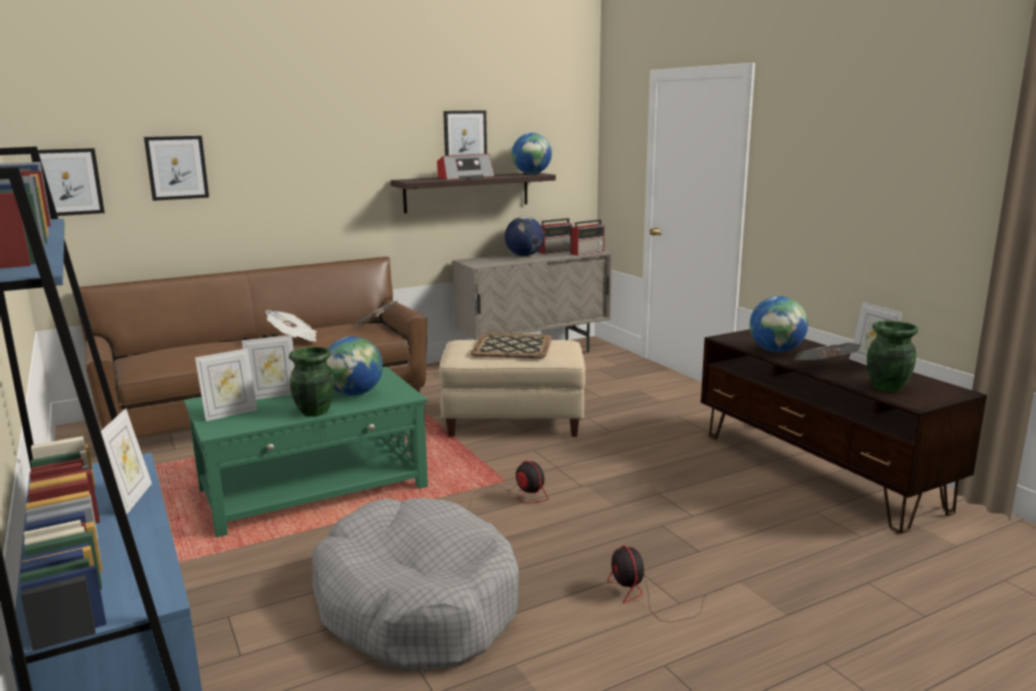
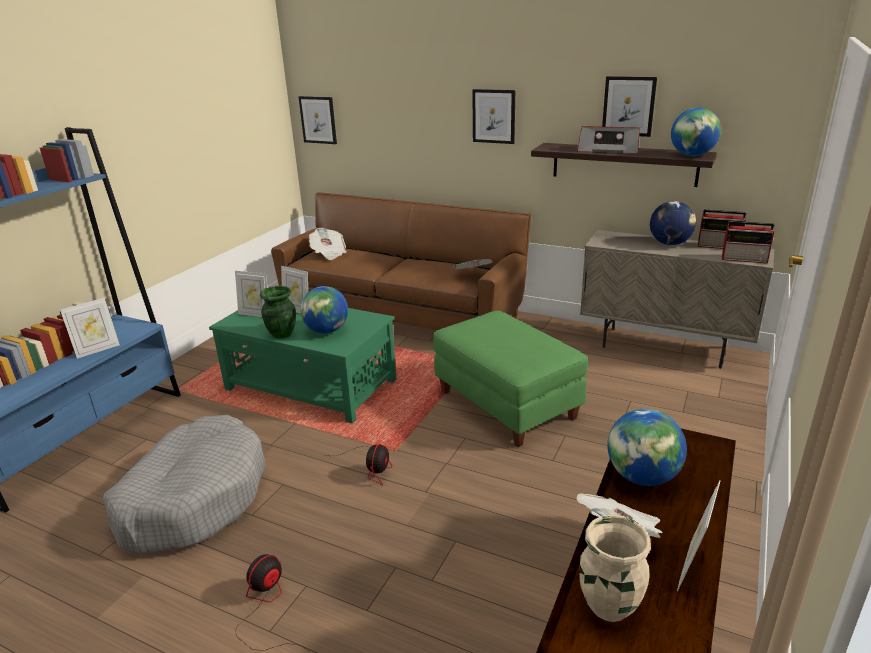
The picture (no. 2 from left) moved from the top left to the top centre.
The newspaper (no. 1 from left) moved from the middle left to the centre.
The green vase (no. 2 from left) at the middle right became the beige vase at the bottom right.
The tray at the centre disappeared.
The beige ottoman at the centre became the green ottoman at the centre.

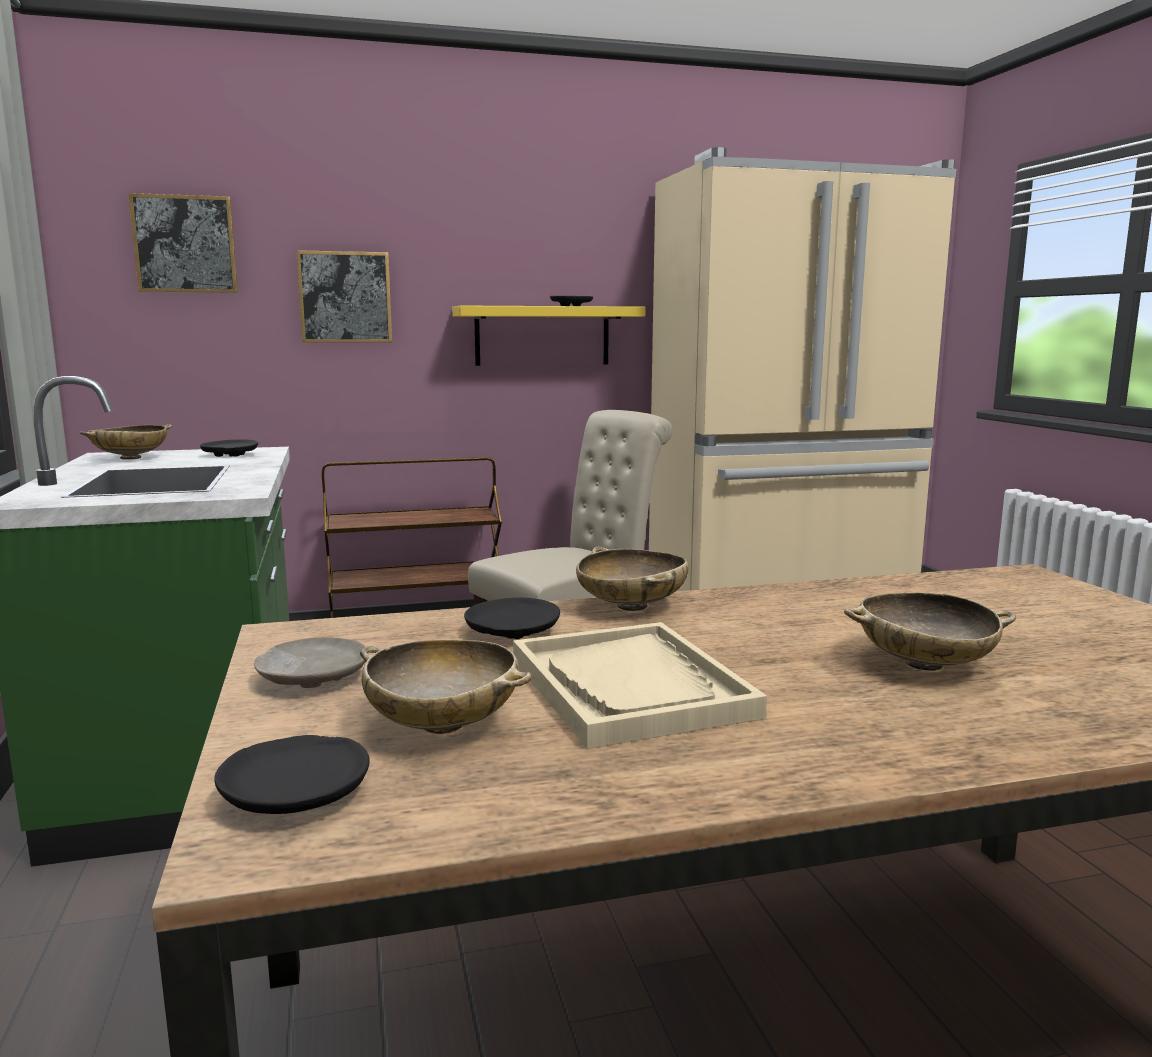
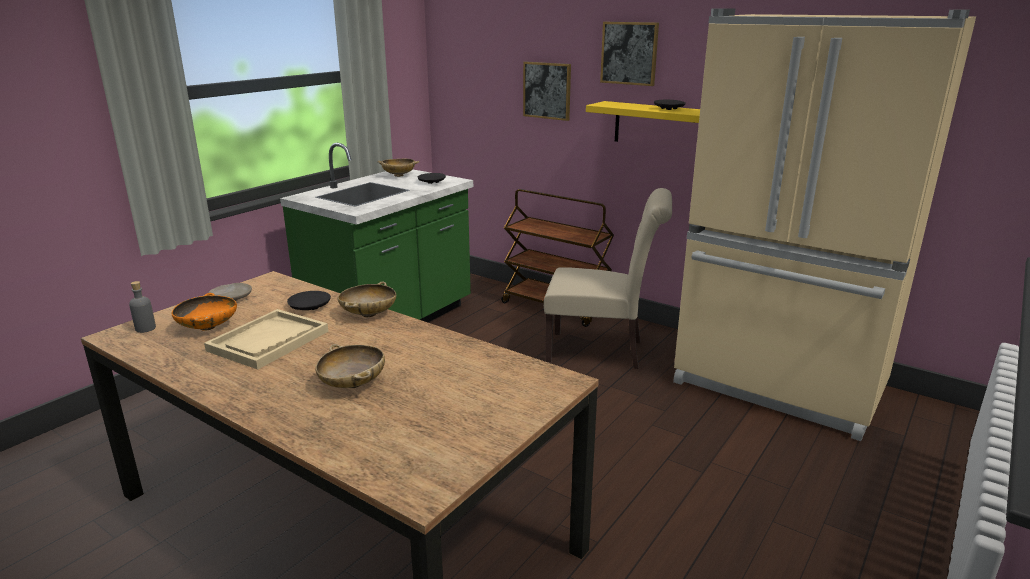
The picture (no. 1 from left in the first image) moved from the top left to the top centre.
The beige bowl (no. 2 from left) at the centre became the orange bowl at the middle left.
The black plate (no. 2 from left) at the bottom left was replaced by the grey bottle at the middle left.

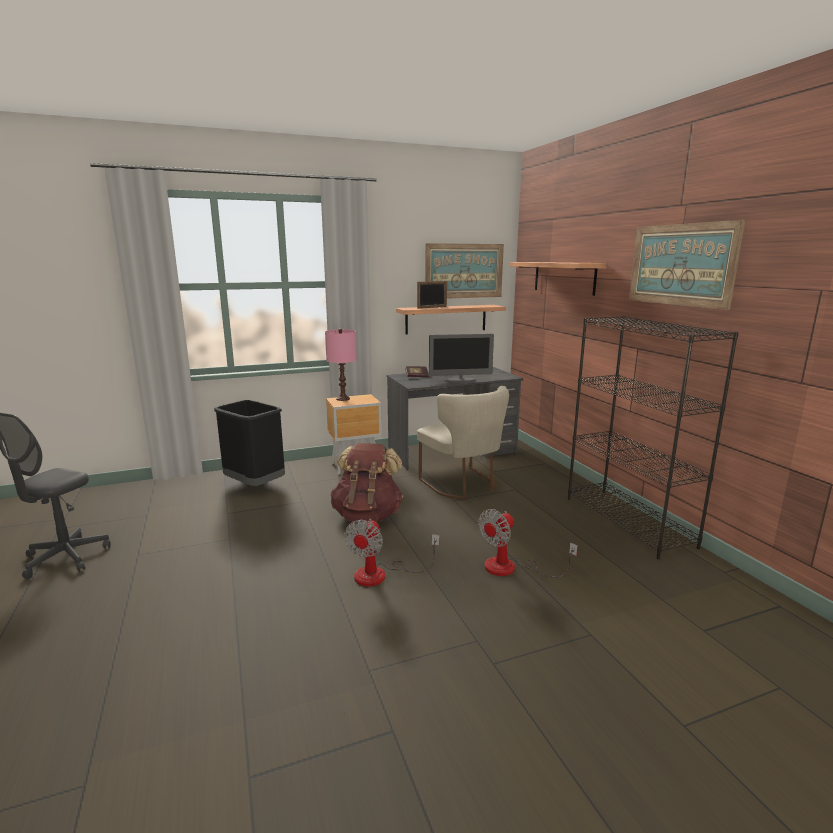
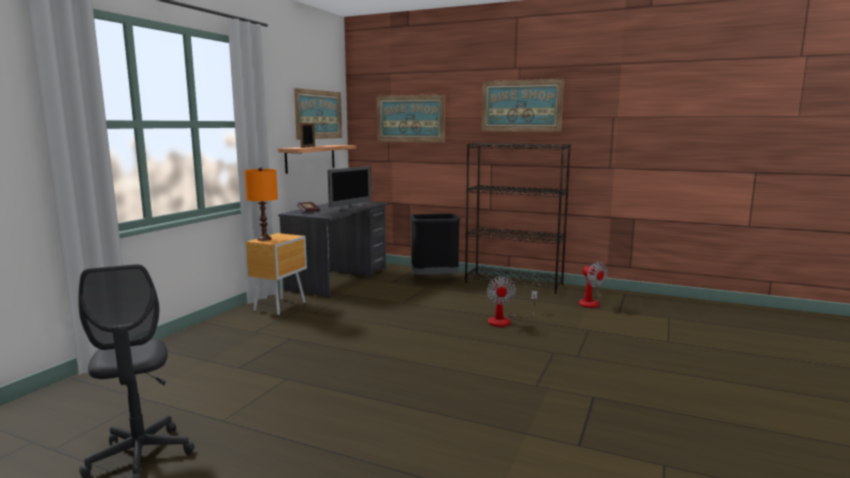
The shelf (no. 2 from left) at the middle right was replaced by the picture (no. 2 from left) at the top centre.
The pink table lamp at the centre became the orange table lamp at the middle left.
The beige chair at the centre disappeared.
The black trash can moved from the middle left to the centre.
The brown backpack at the centre disappeared.
The fan (no. 1 from left in the first image) moved from the centre to the middle right.

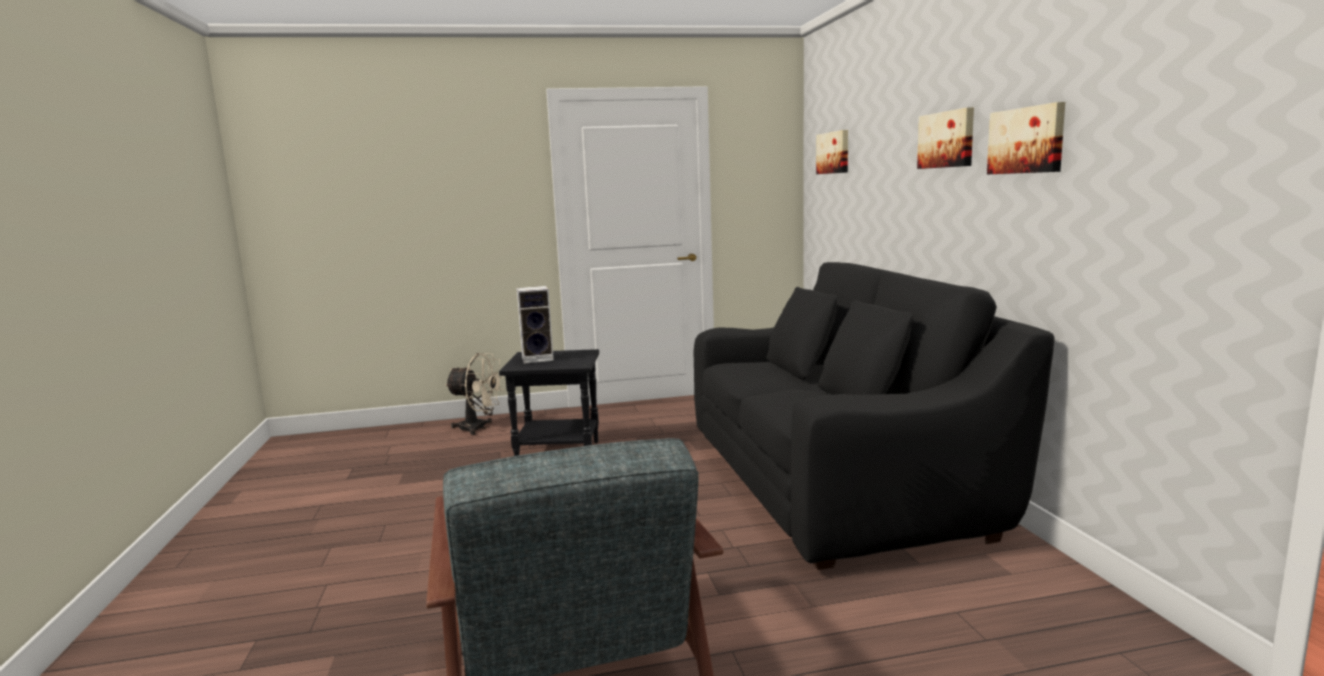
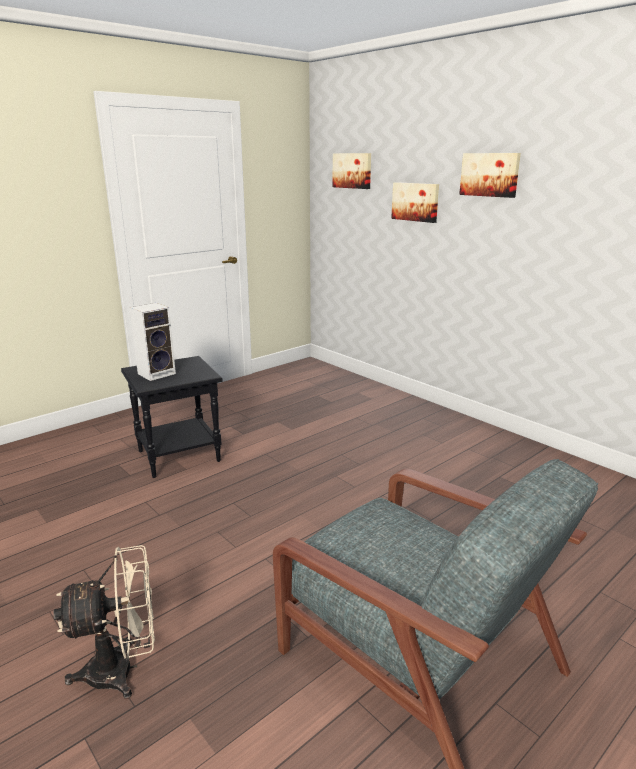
The picture (no. 3 from left in the first image) moved from the top right to the top centre.
The black sofa at the centre disappeared.
The beige fan moved from the centre to the bottom left.

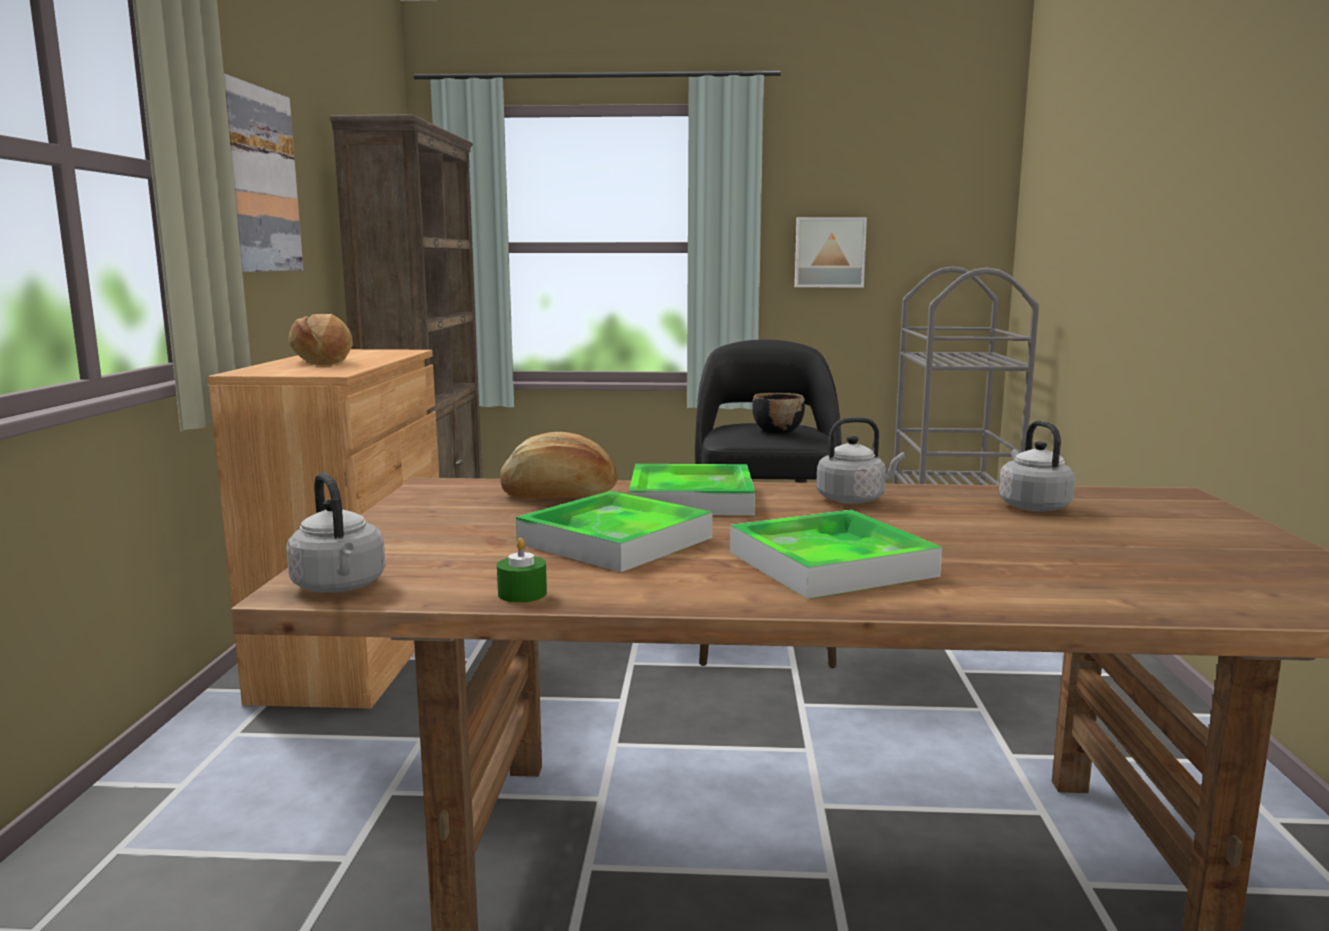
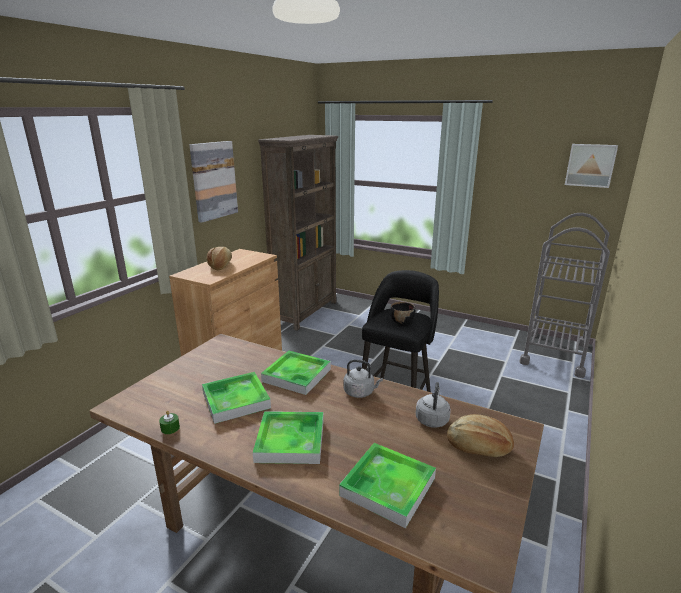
The picture (no. 2 from left) moved from the top centre to the top right.
The bread (no. 2 from left) moved from the centre to the bottom right.
The grey kettle (no. 1 from left) at the middle left disappeared.
The tray (no. 4 from left) at the bottom centre appeared.

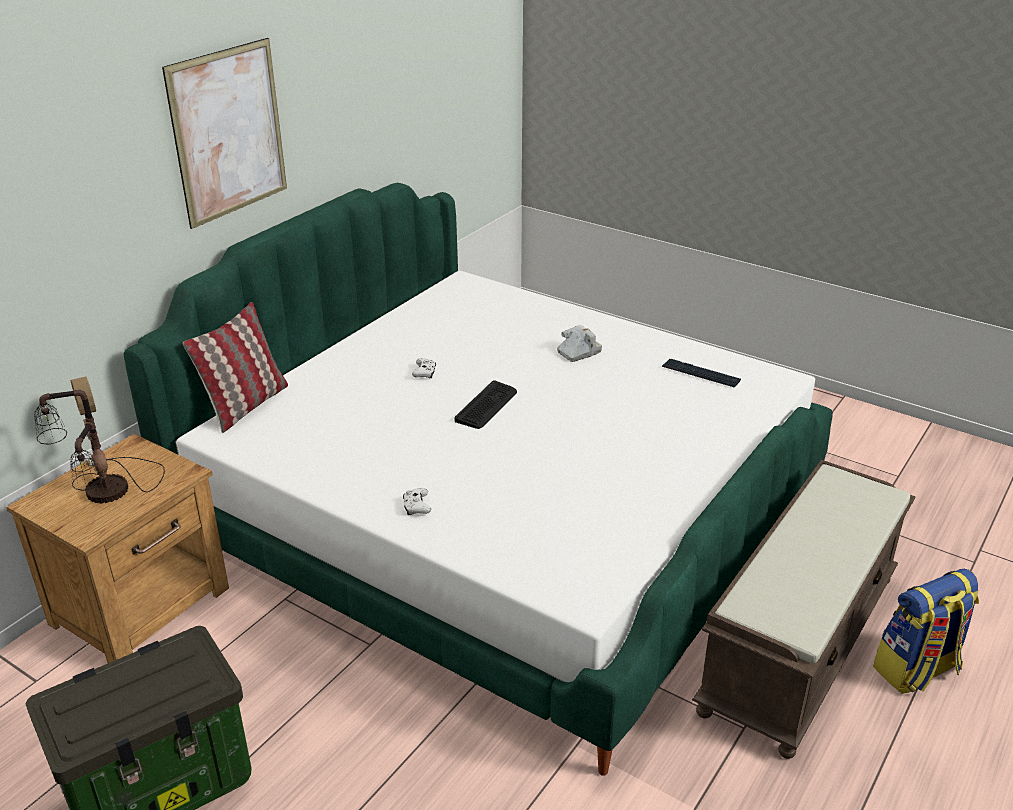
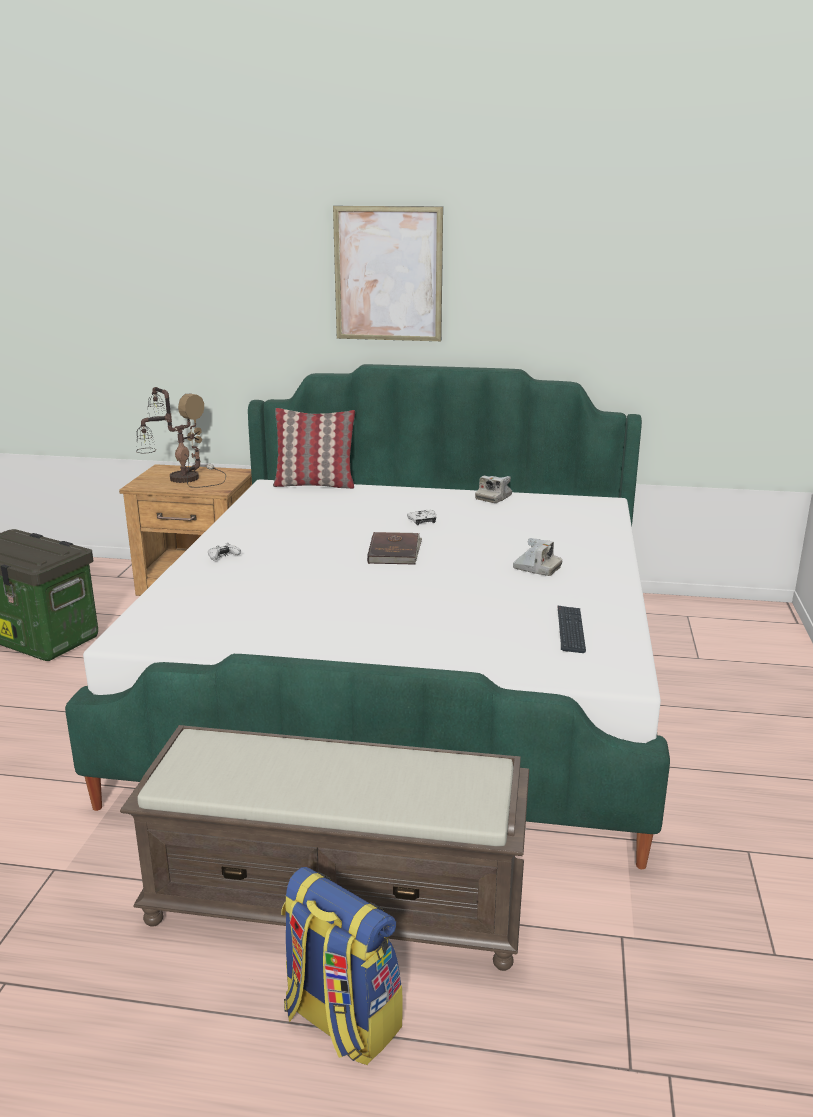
The keyboard (no. 1 from left) at the centre was replaced by the brown book at the centre.
The photo camera (no. 1 from left) at the centre appeared.

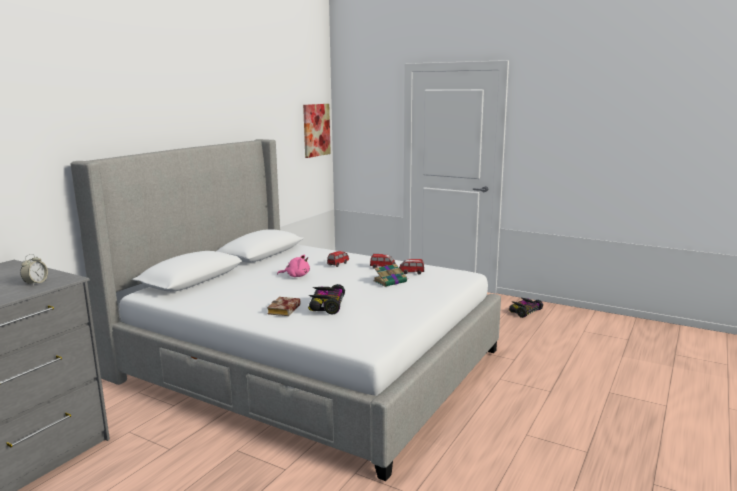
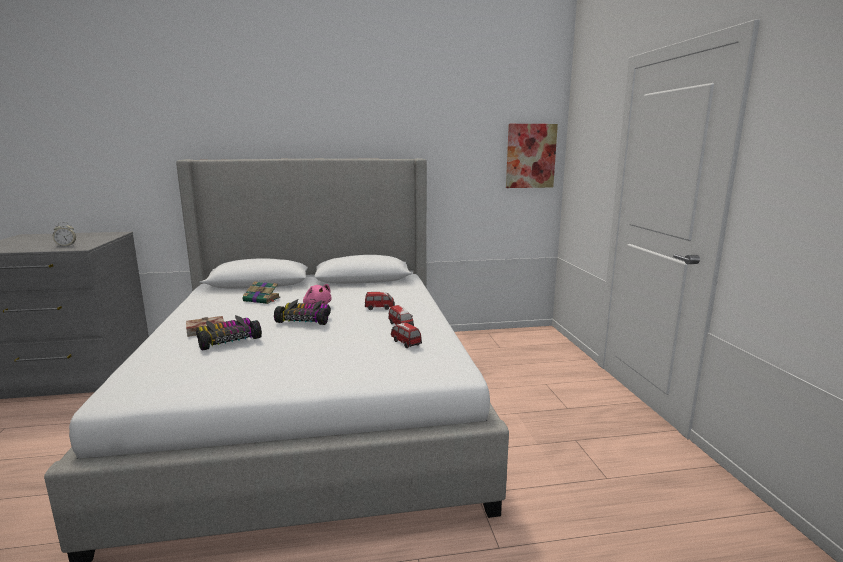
The book (no. 2 from left) moved from the centre to the middle left.
The toy car (no. 5 from left in the first image) moved from the middle right to the centre.

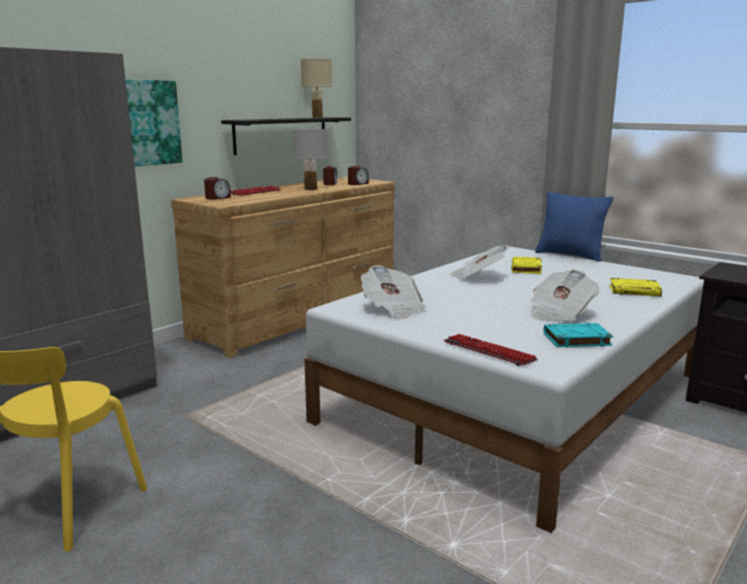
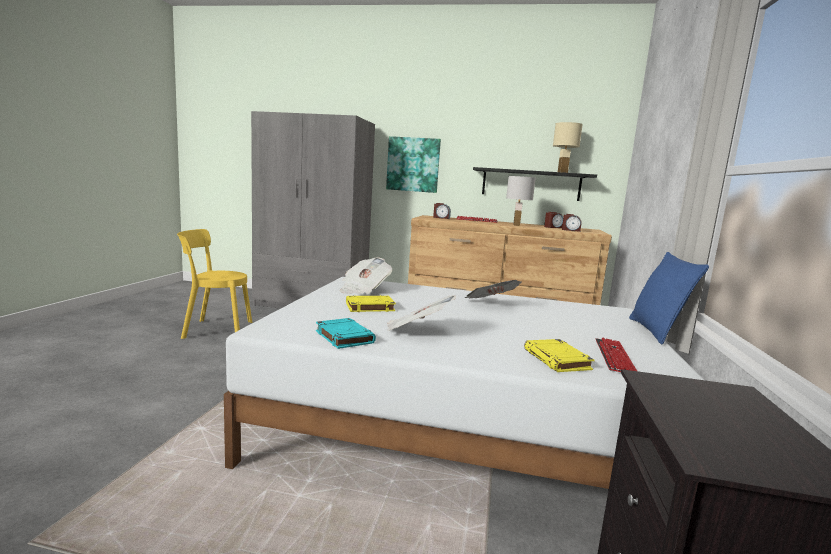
The yellow book (no. 1 from left) moved from the middle right to the centre.
The keyboard (no. 2 from left) moved from the centre to the middle right.

